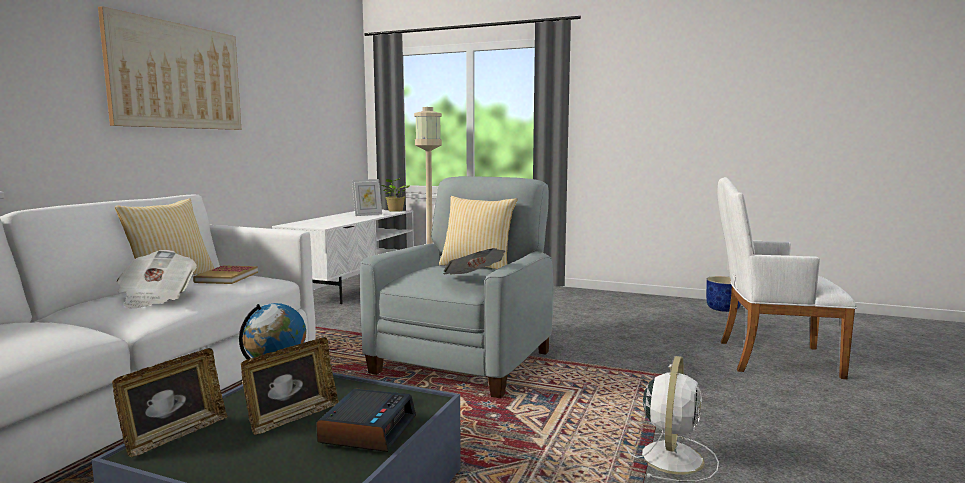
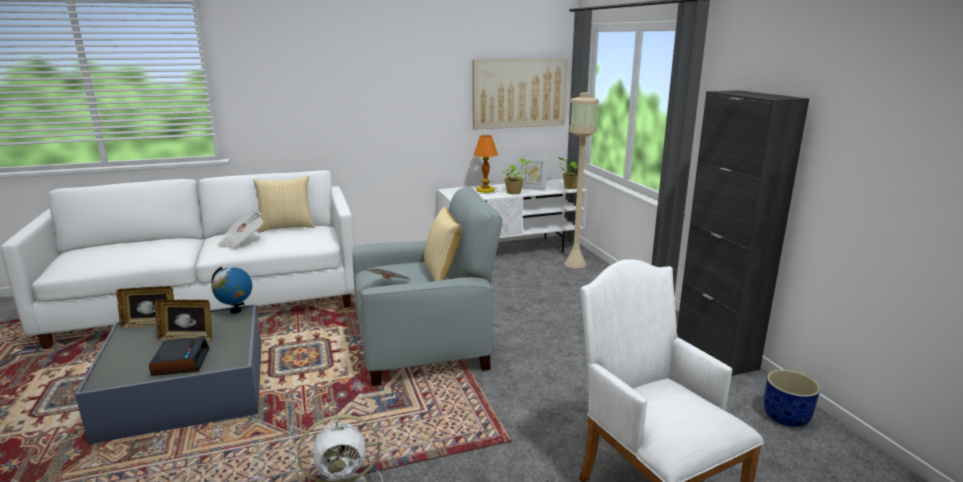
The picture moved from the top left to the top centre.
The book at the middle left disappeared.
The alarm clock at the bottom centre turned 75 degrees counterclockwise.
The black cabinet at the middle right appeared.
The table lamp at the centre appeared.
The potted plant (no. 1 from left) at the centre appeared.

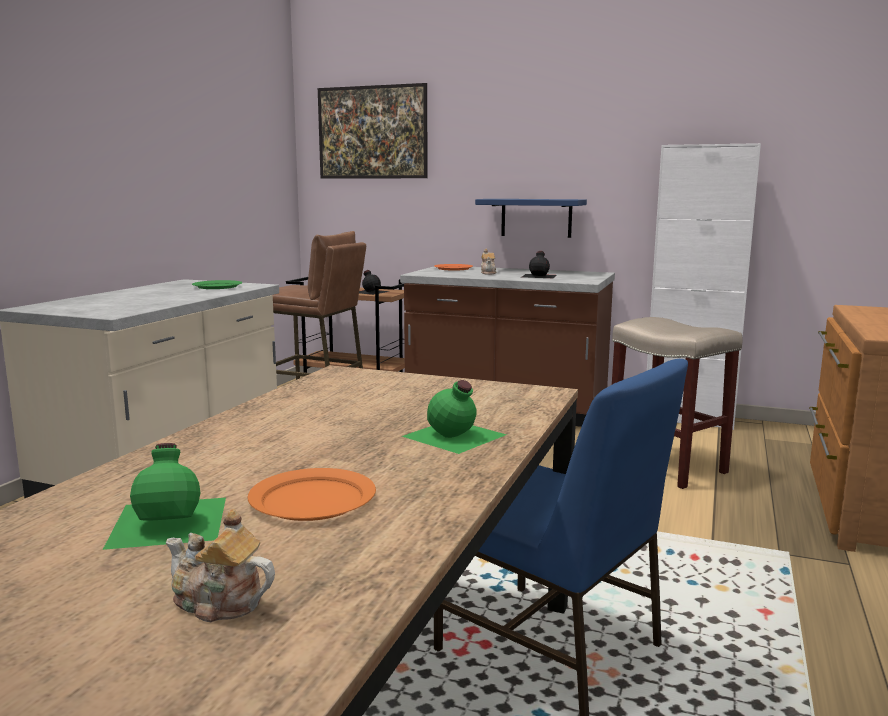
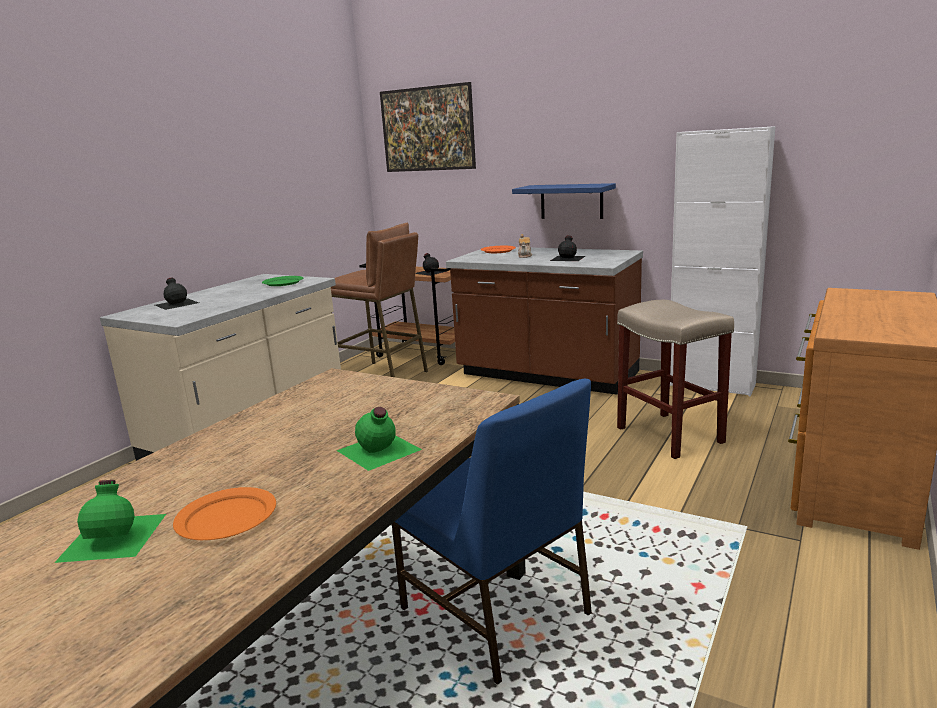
The teapot (no. 1 from left) at the bottom left disappeared.
The black bottle (no. 1 from left) at the middle left appeared.

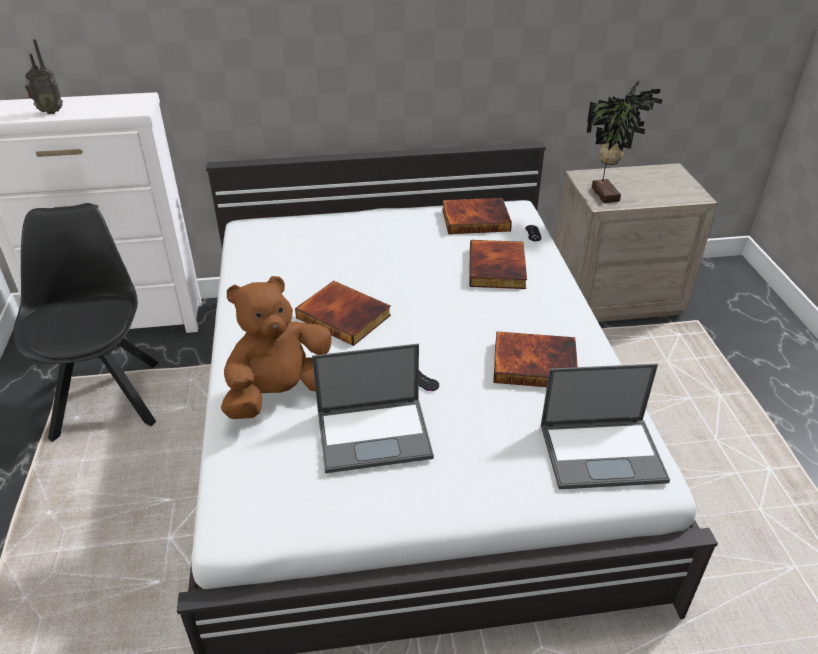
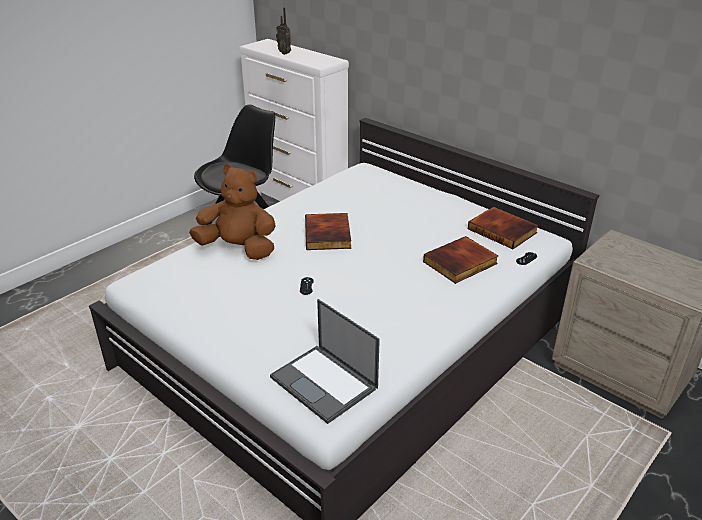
The potted plant at the top right disappeared.
The book (no. 4 from left) at the centre disappeared.
The laptop (no. 1 from left) at the centre disappeared.

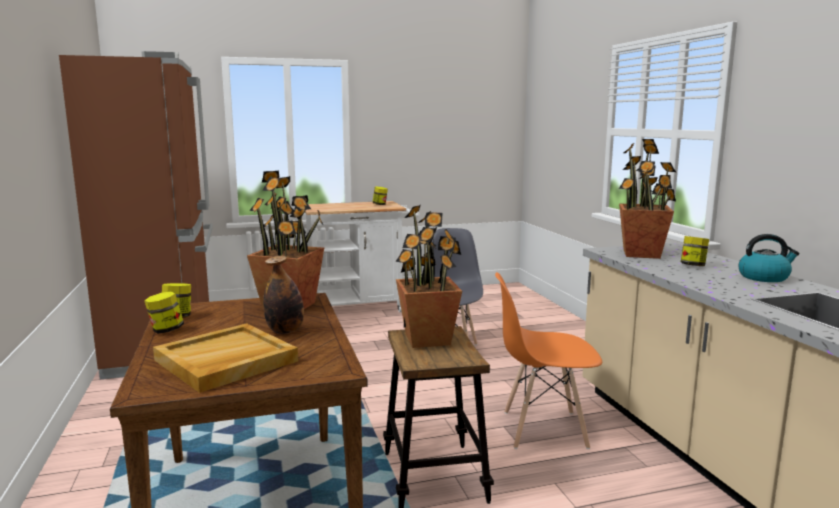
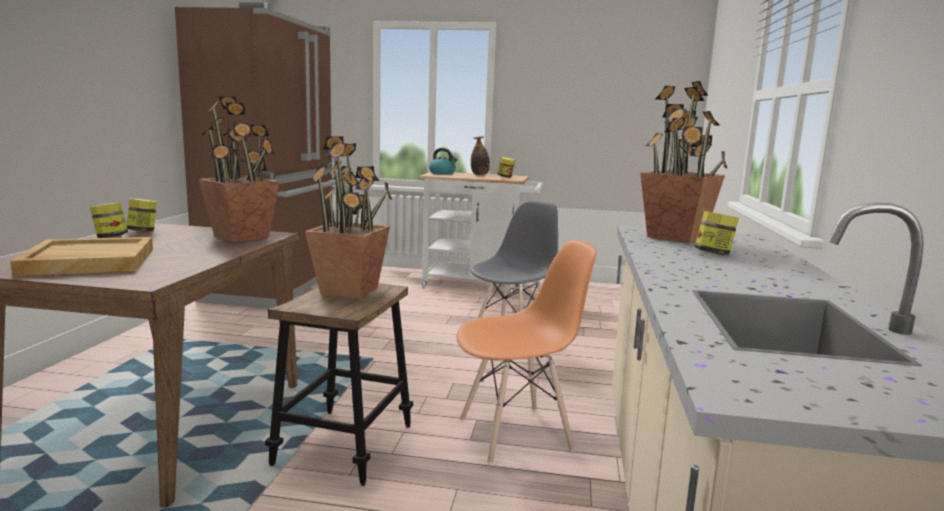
The kettle moved from the middle right to the top centre.
The bottle moved from the centre to the top centre.
The orange chair at the bottom centre turned 135 degrees clockwise.

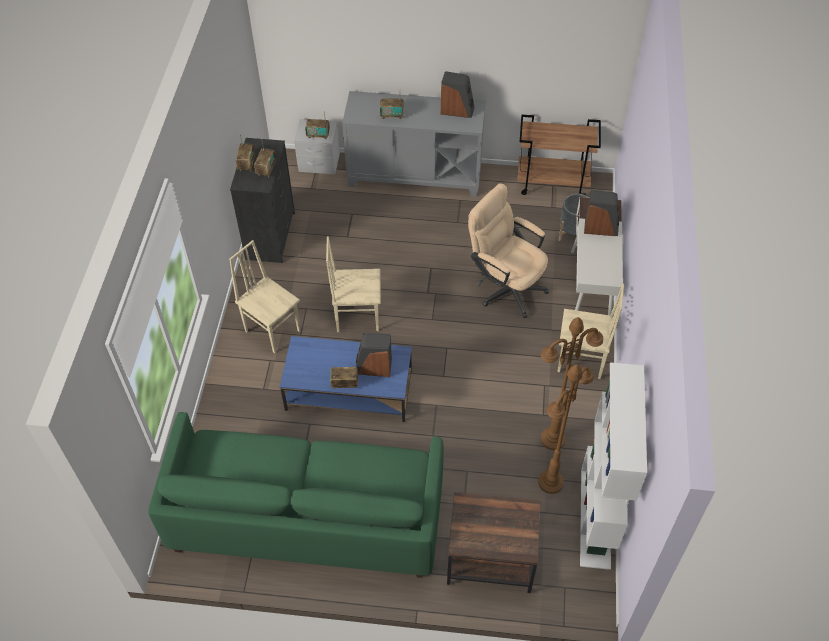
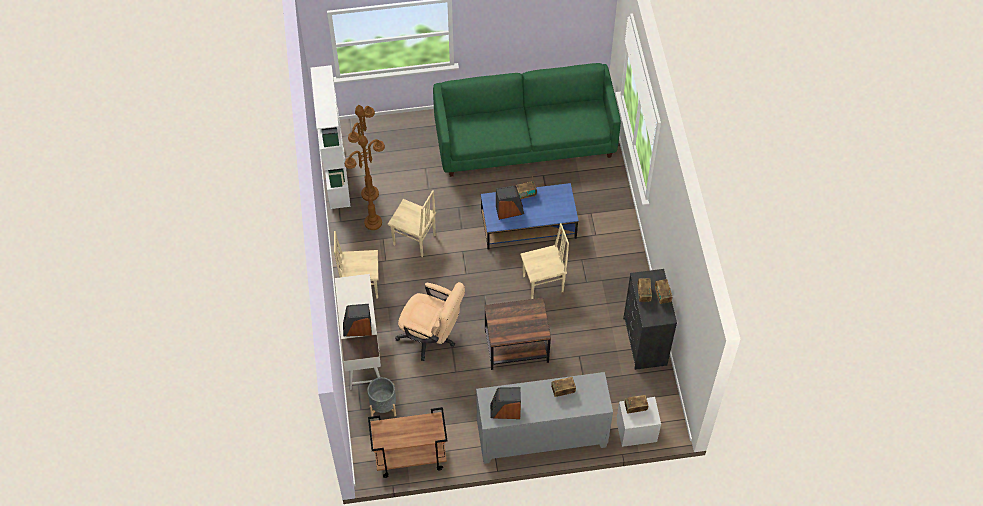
The beige chair (no. 1 from left in the first image) moved from the middle left to the centre.
The brown side table moved from the bottom centre to the centre.

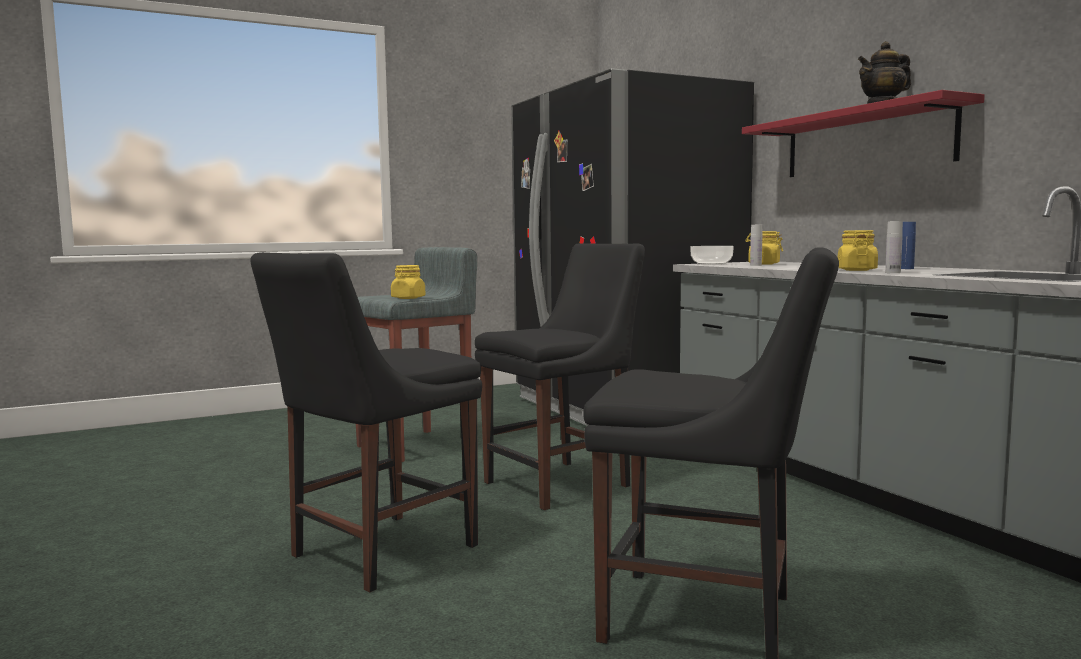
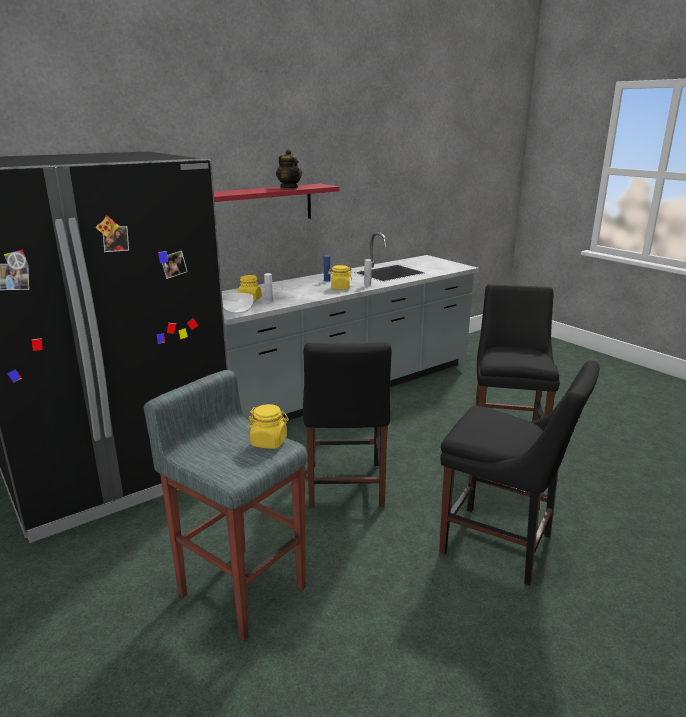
The black chair (no. 2 from left in the first image) at the centre turned 135 degrees counterclockwise.

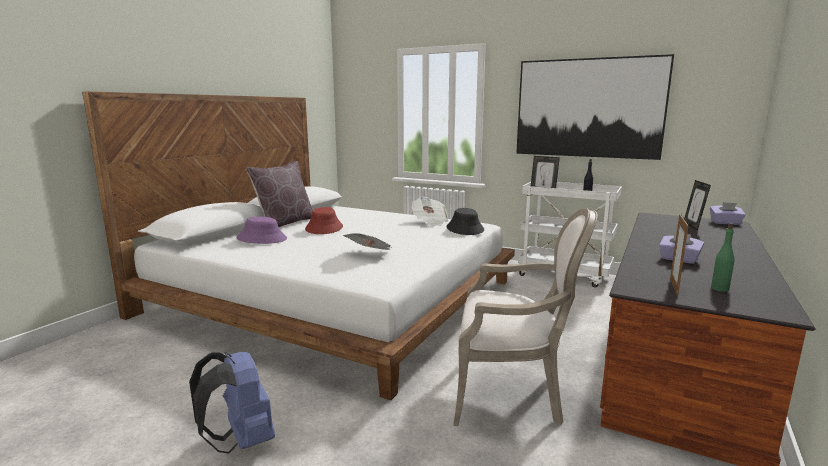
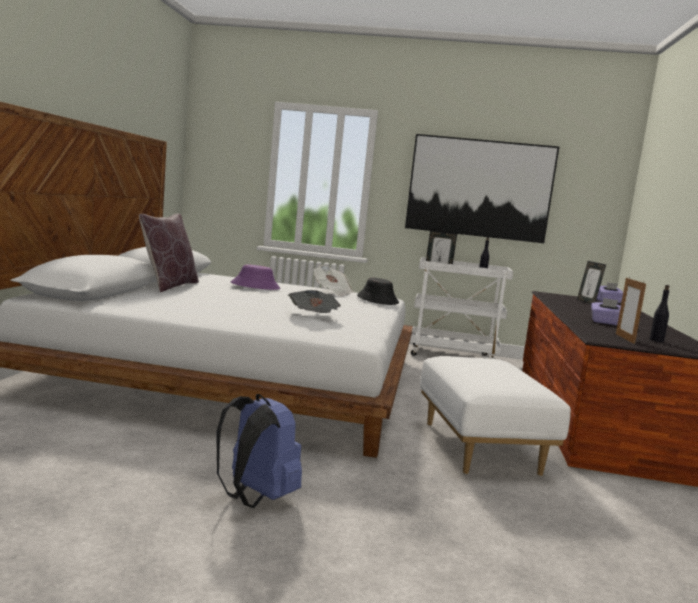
The red hat at the centre disappeared.
The armchair at the bottom centre was replaced by the white ottoman at the bottom right.
The purple hat moved from the middle left to the centre.
The green bottle at the middle right became the black bottle (no. 2 from left) at the middle right.

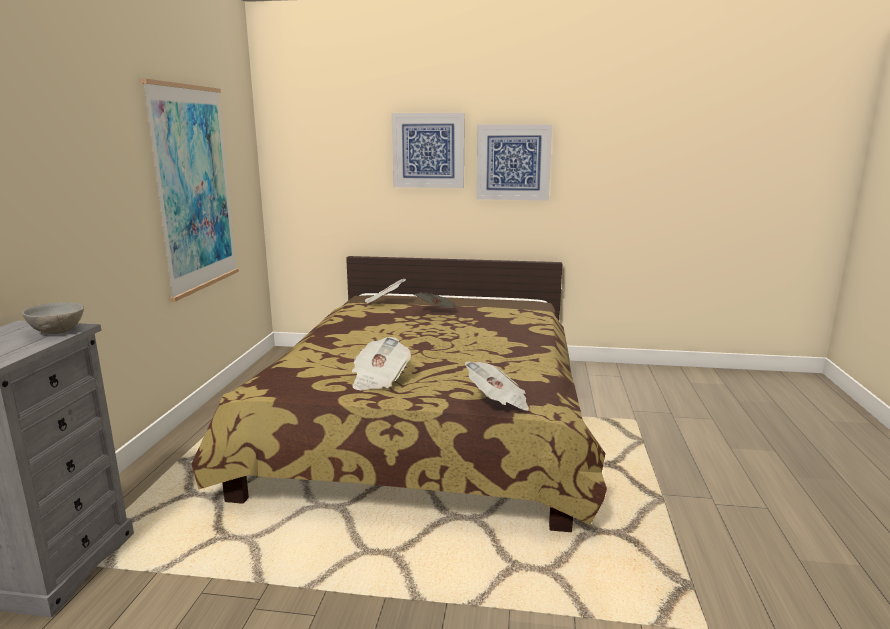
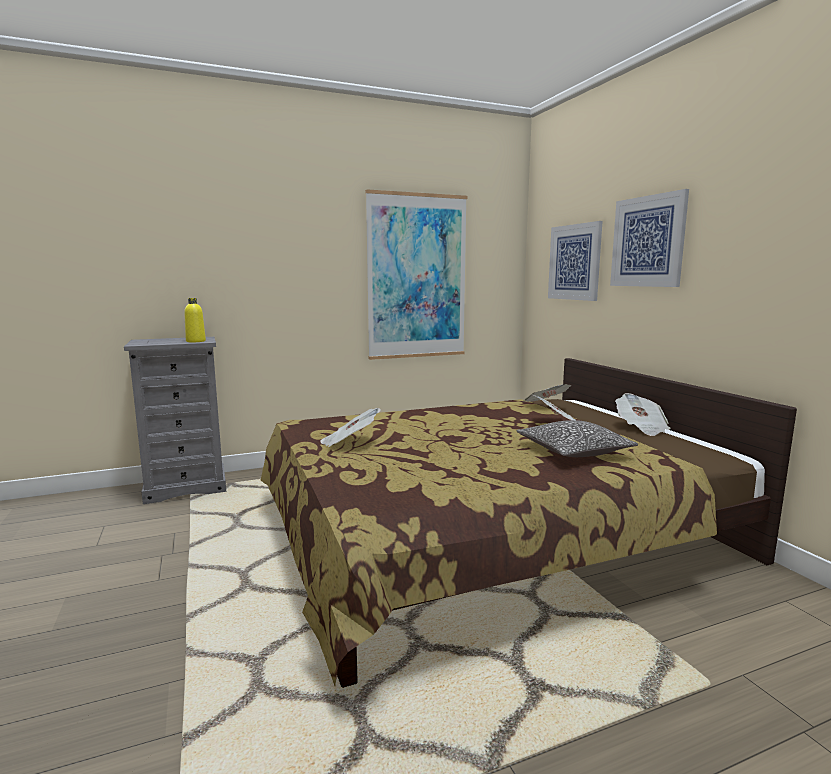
The picture (no. 3 from left in the first image) moved from the top centre to the middle right.
The grey bowl at the middle left was replaced by the yellow bottle at the middle left.
The newspaper (no. 4 from left) moved from the centre to the middle right.
The pillow at the middle right appeared.

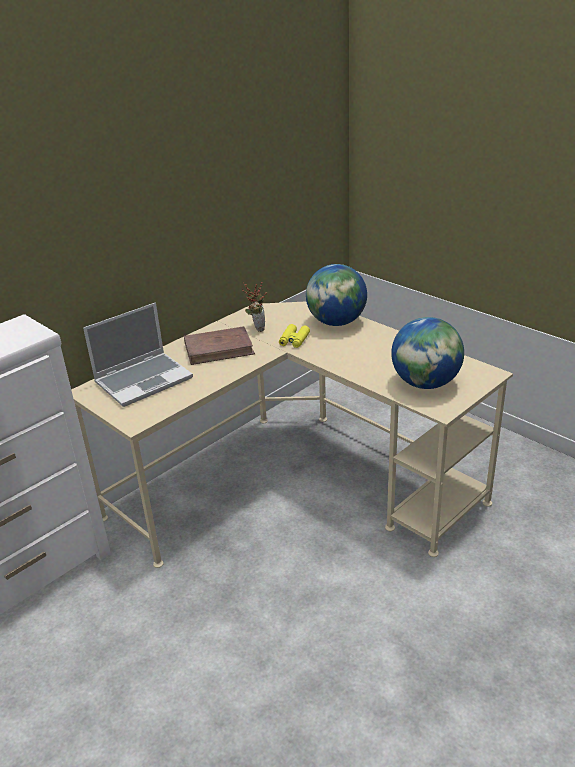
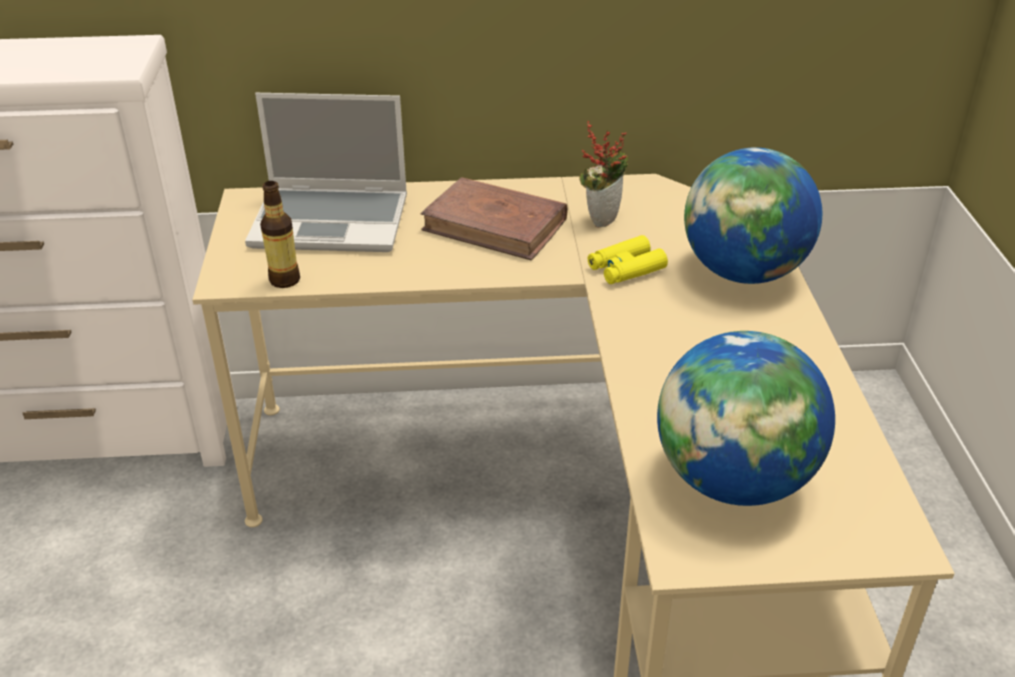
The bottle at the middle left appeared.

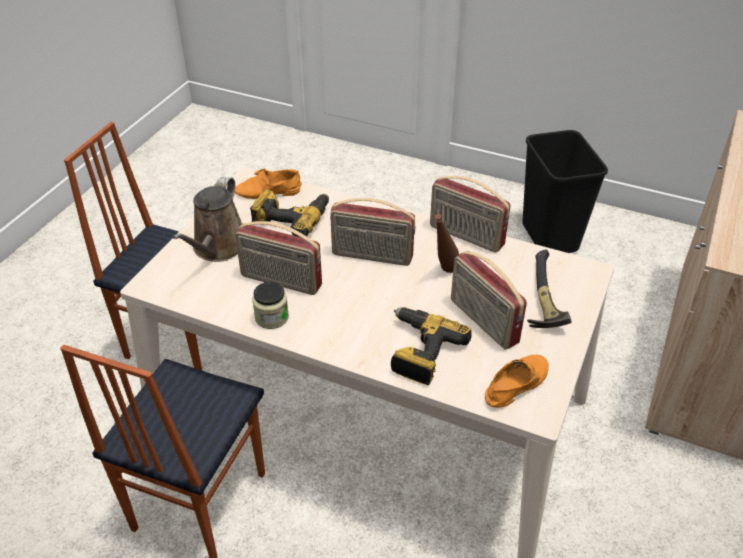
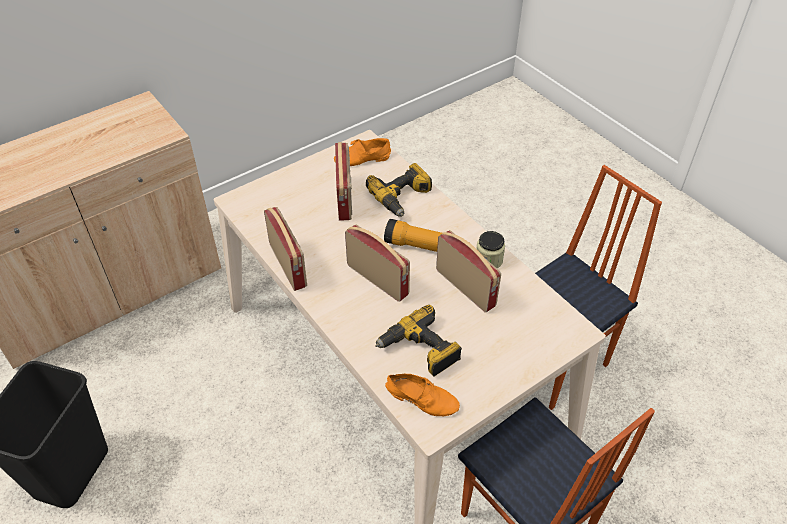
The brown watering can at the middle left disappeared.
The brown bottle at the centre disappeared.
The hammer at the middle right disappeared.
The flashlight at the centre appeared.

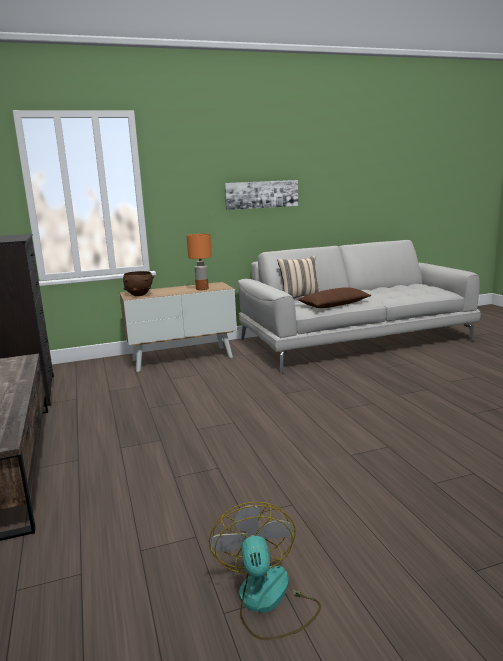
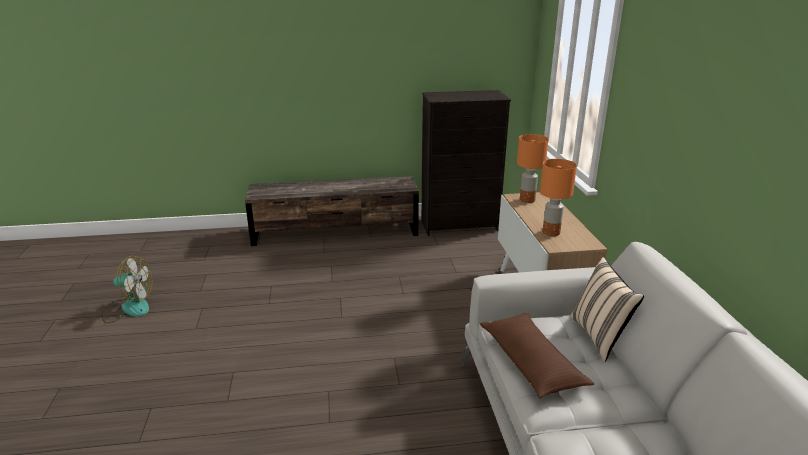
The picture at the top centre disappeared.
The brown bowl at the middle left was replaced by the orange table lamp (no. 1 from left) at the centre.

